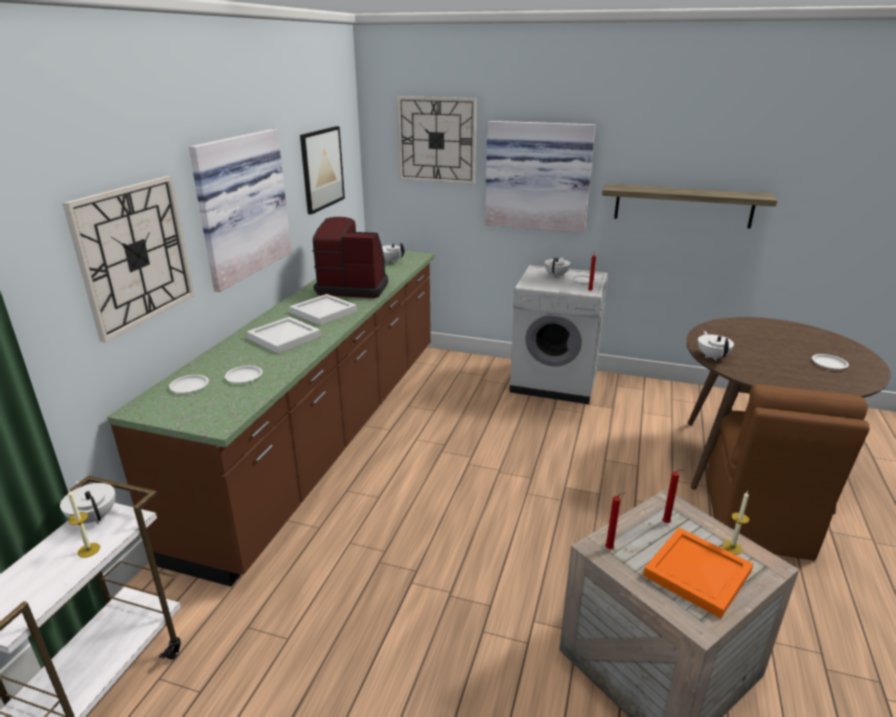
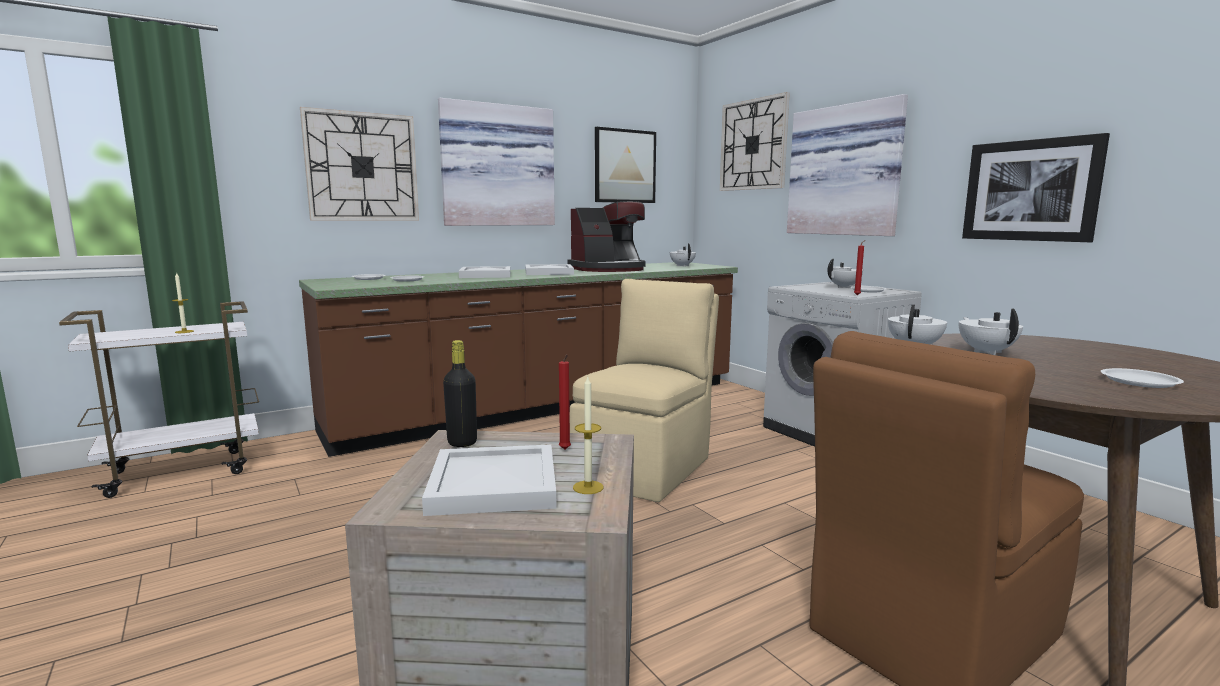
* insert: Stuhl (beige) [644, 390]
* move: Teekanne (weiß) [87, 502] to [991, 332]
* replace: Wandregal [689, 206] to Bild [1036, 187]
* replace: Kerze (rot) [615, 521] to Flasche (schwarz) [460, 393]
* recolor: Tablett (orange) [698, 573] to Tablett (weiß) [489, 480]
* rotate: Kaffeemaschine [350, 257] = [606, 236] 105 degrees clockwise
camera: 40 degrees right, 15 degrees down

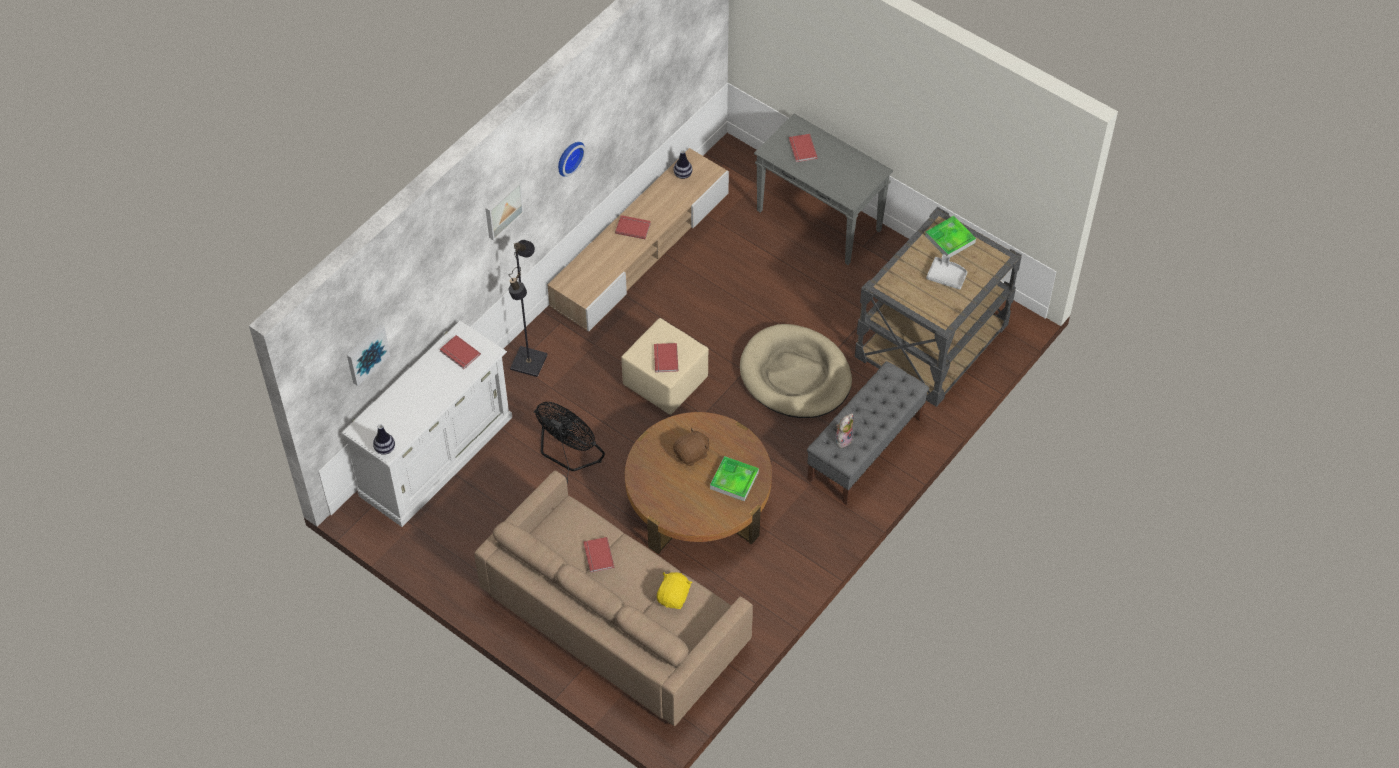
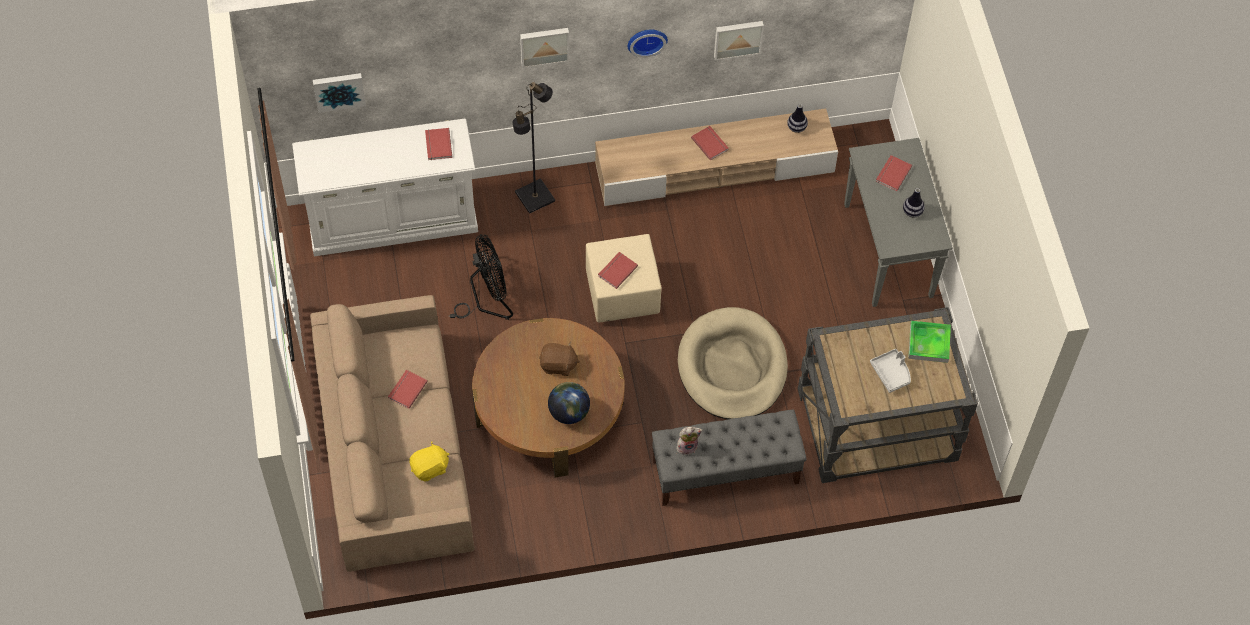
* insert: Bild [739, 40]
* move: Vase [384, 439] to [914, 203]
* replace: Tablett [734, 479] to Globus [569, 403]
camera: 40 degrees right, 5 degrees up

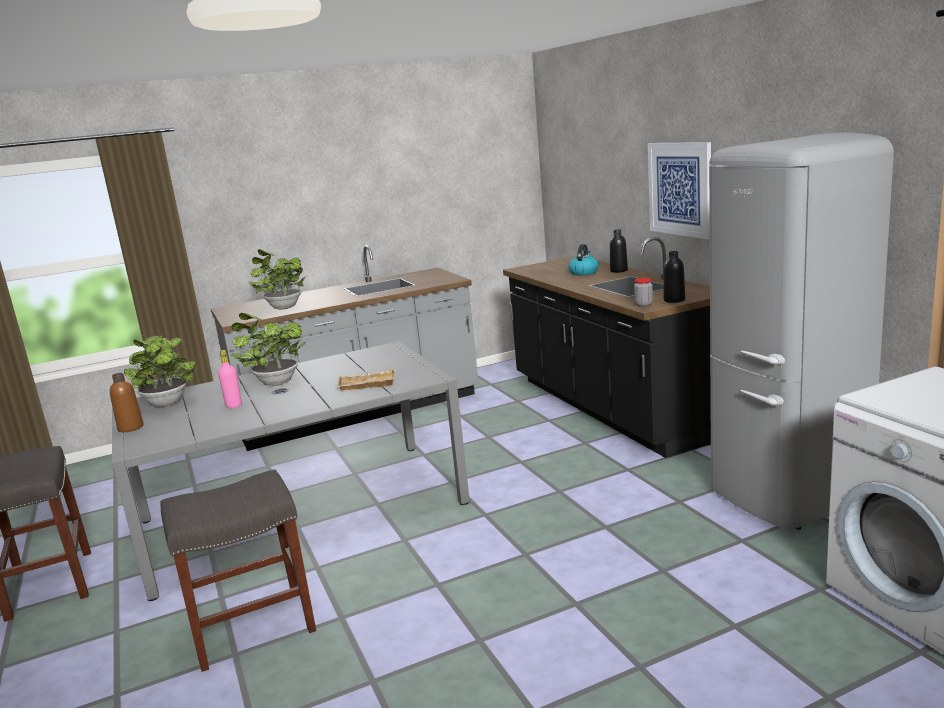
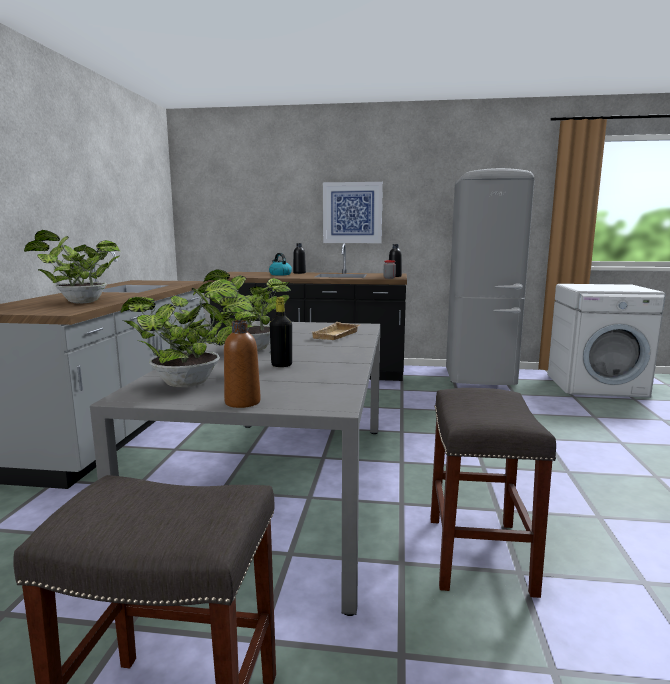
* recolor: Flasche (rosa) [230, 379] to Flasche (schwarz) [281, 332]
camera: 60 degrees left, 5 degrees down

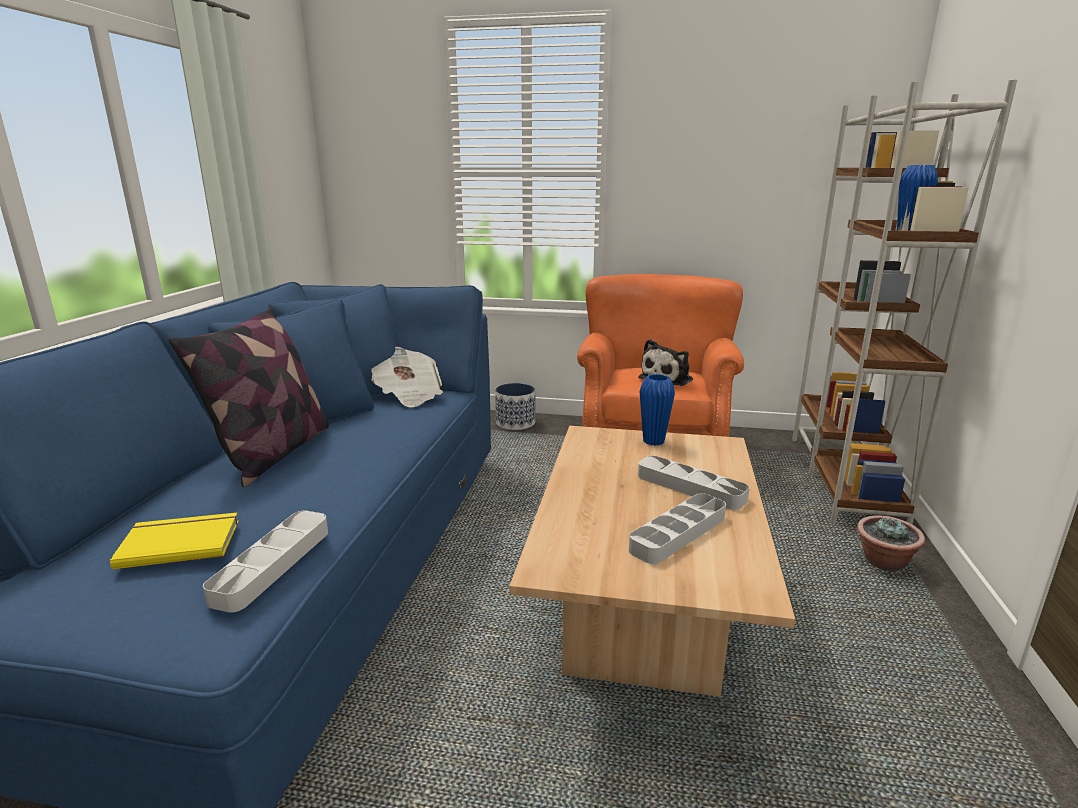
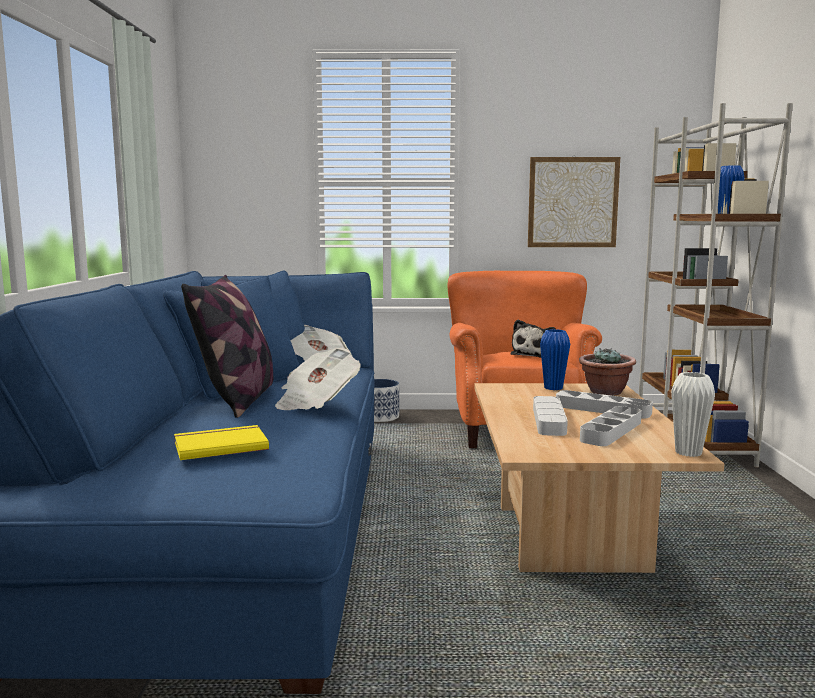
* insert: Zeitung [317, 379]
* insert: Bild [574, 202]
* insert: Vase (weiß) [693, 414]
* move: Tablett (grau) [265, 562] to [550, 416]
* move: Topfpflanze [891, 543] to [607, 372]
camera: 10 degrees left, 10 degrees down

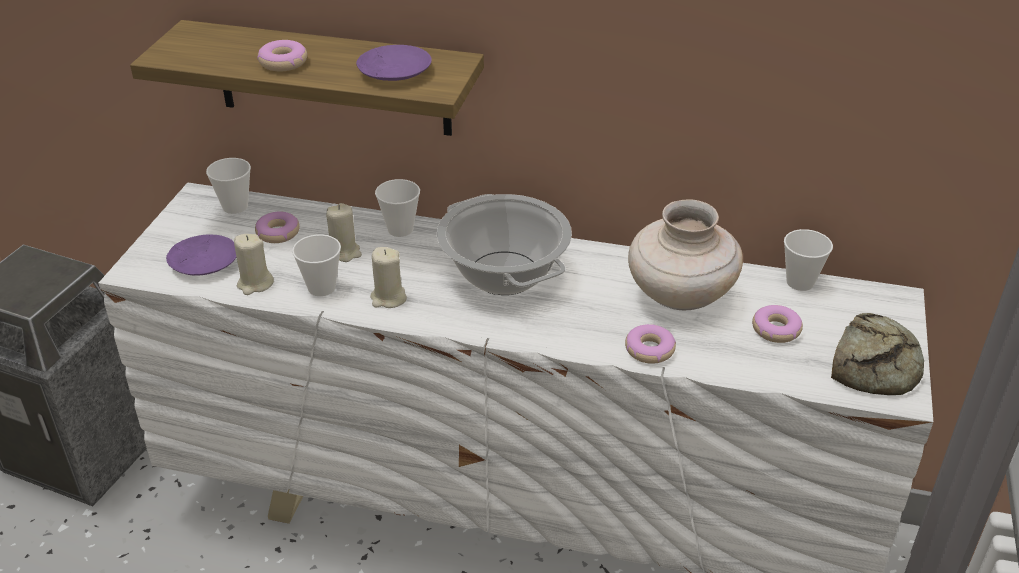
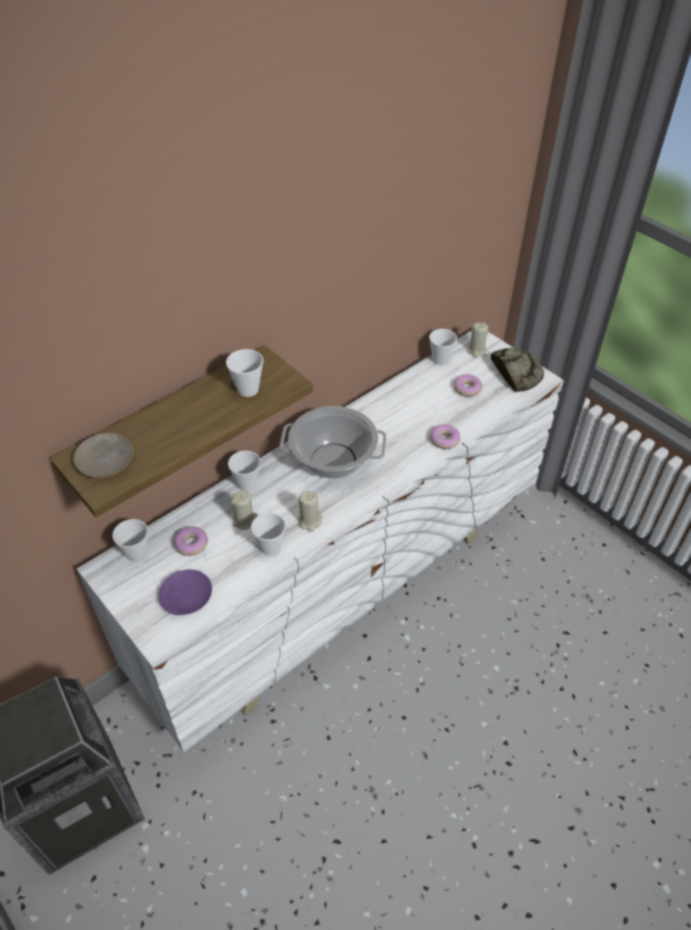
* delete: Donut [282, 56]
* delete: Vase (beige) [685, 255]
* insert: Teller (beige) [103, 455]
* move: Kerze (beige) [254, 264] to [477, 339]
* replace: Teller (lila) [394, 63] to Tasse [245, 373]
camera: 55 degrees left, 10 degrees up

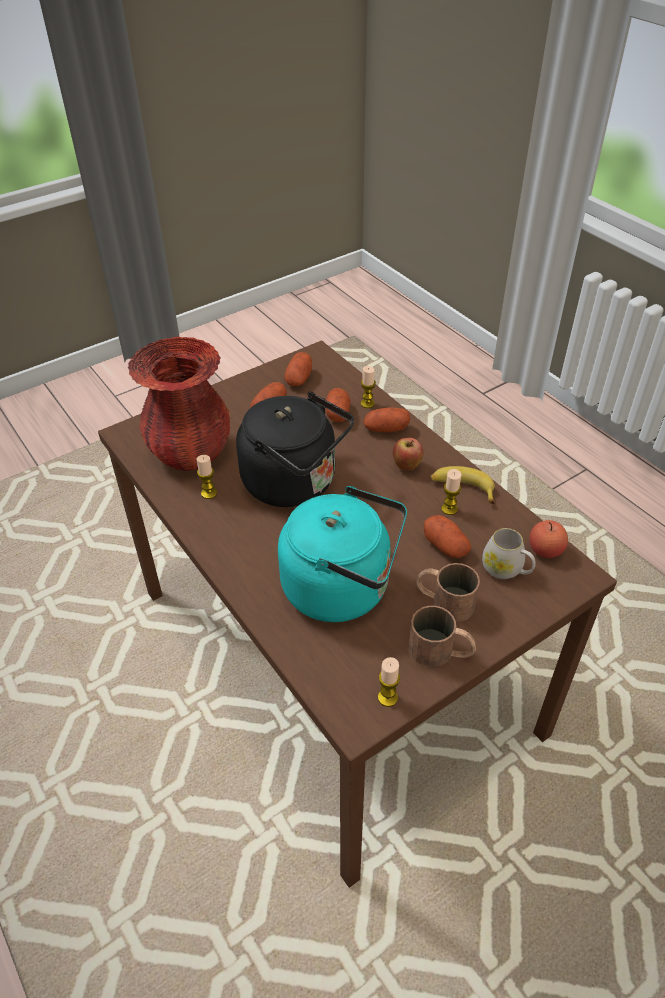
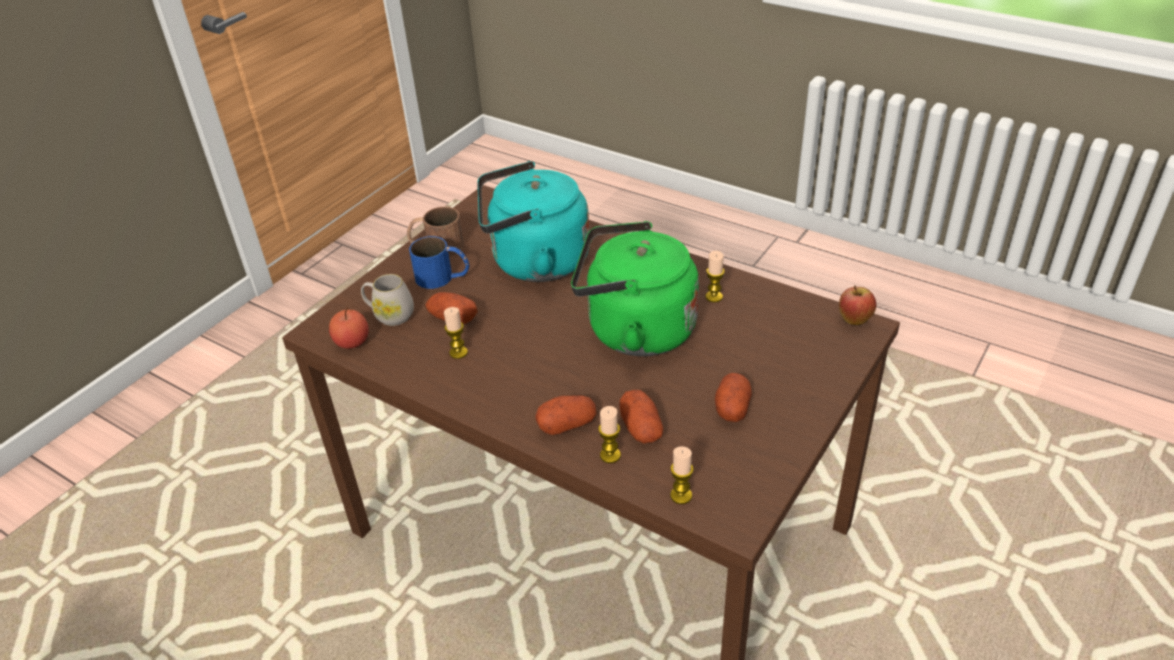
* delete: Vase (rot) [179, 404]
* delete: Kartoffel [298, 369]
* delete: Banane [462, 485]
* move: Kerze [389, 682] to [682, 475]
* move: Apfel [408, 454] to [857, 305]
* recolor: Wasserkessel (schwarz) [295, 449] to Wasserkessel (grün) [635, 288]
* recolor: Henkelbecher (braun) [448, 592] to Henkelbecher (blau) [439, 262]
camera: 160 degrees right, 5 degrees down

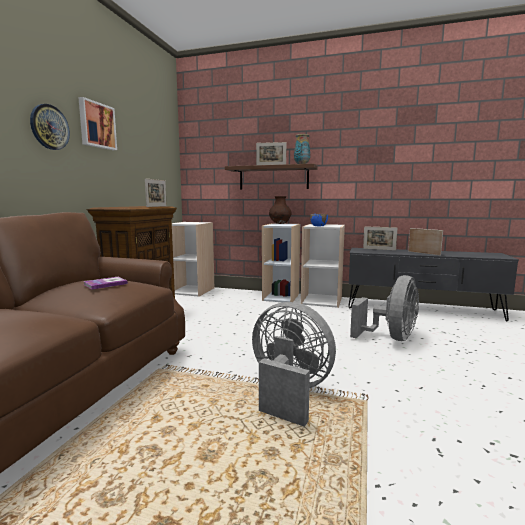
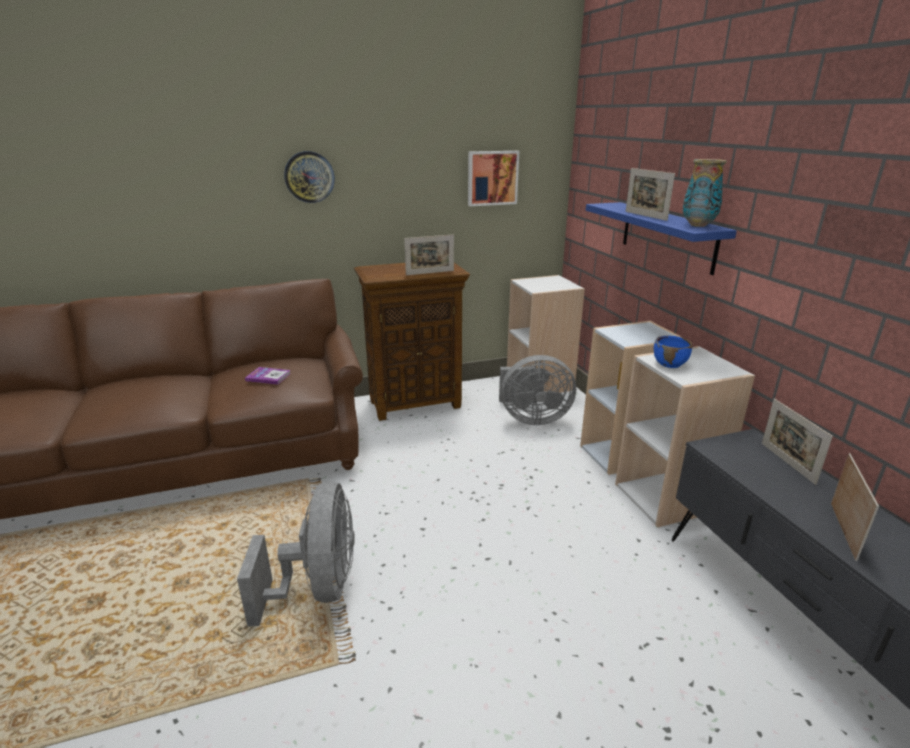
* delete: Vase (braun) [280, 210]
* move: Bild [97, 123] to [493, 178]
* move: Ventilator (grau) [384, 308] to [537, 390]
* recolor: Wandregal (braun) [271, 177] to Wandregal (blau) [661, 238]
camera: 55 degrees right, 15 degrees up

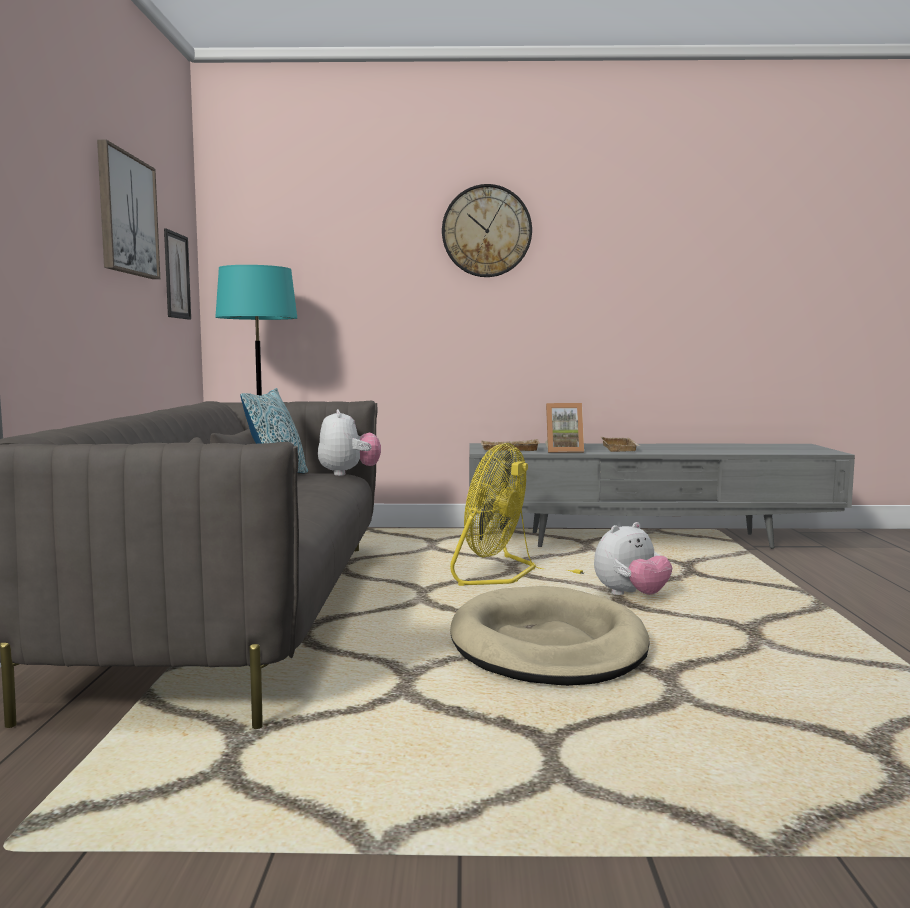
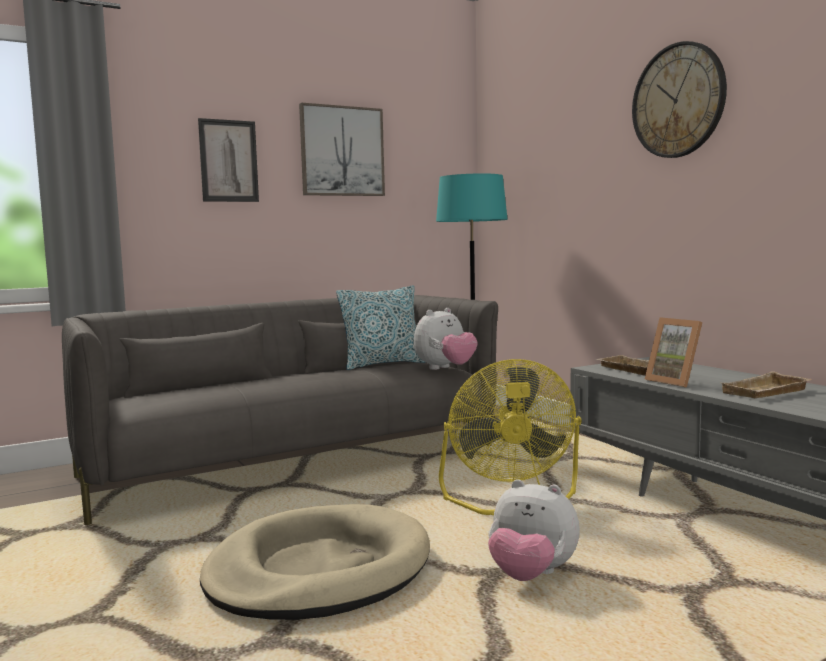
* move: Bild [177, 274] to [228, 160]
camera: 60 degrees right, 0 degrees up

